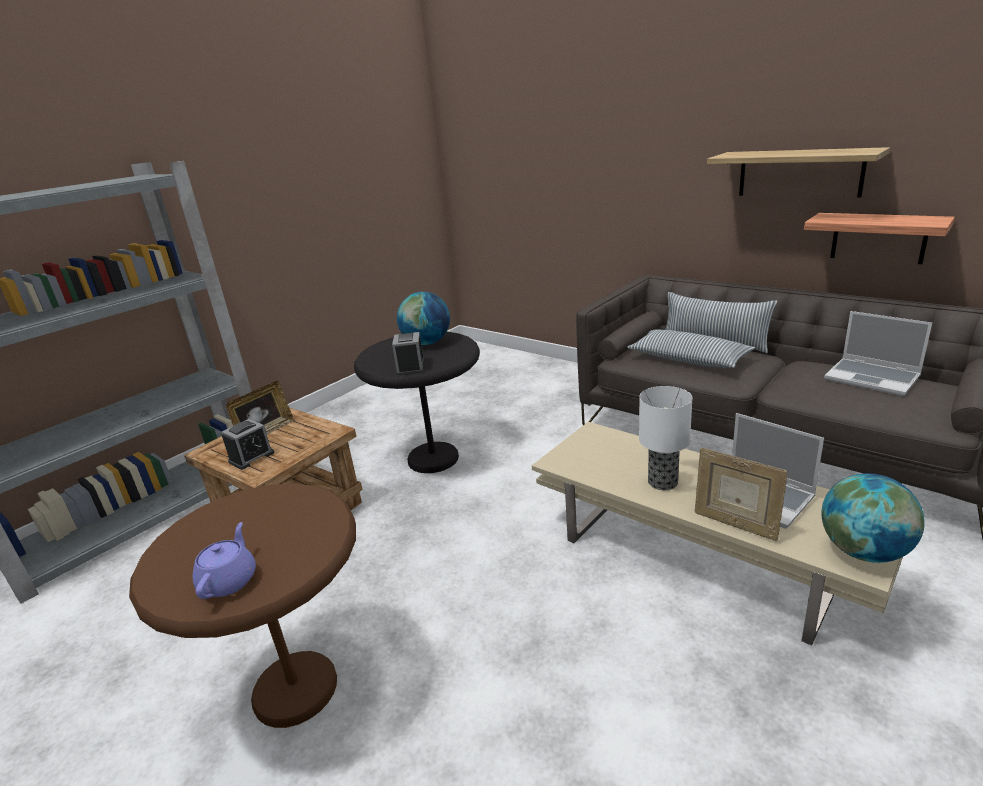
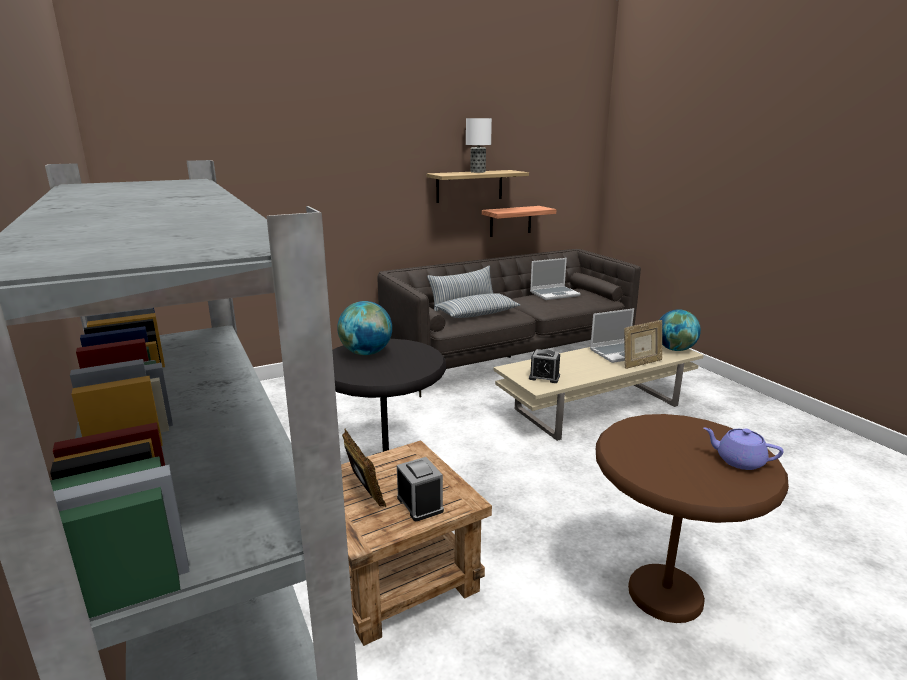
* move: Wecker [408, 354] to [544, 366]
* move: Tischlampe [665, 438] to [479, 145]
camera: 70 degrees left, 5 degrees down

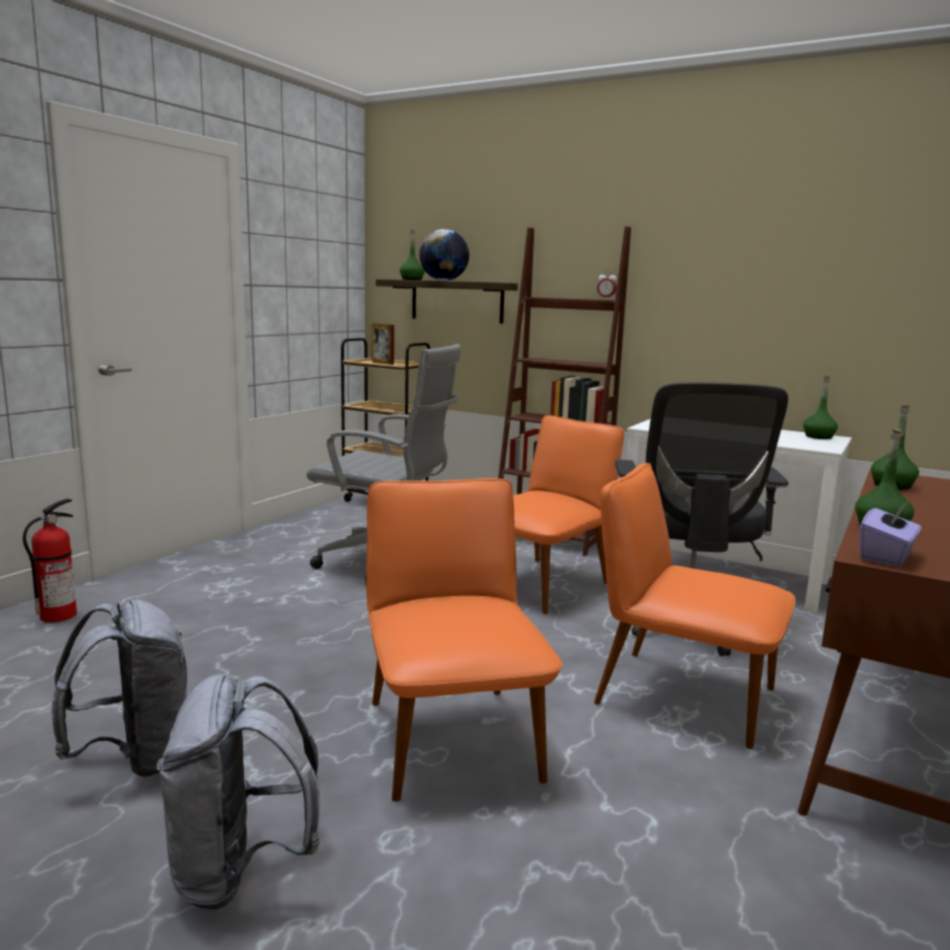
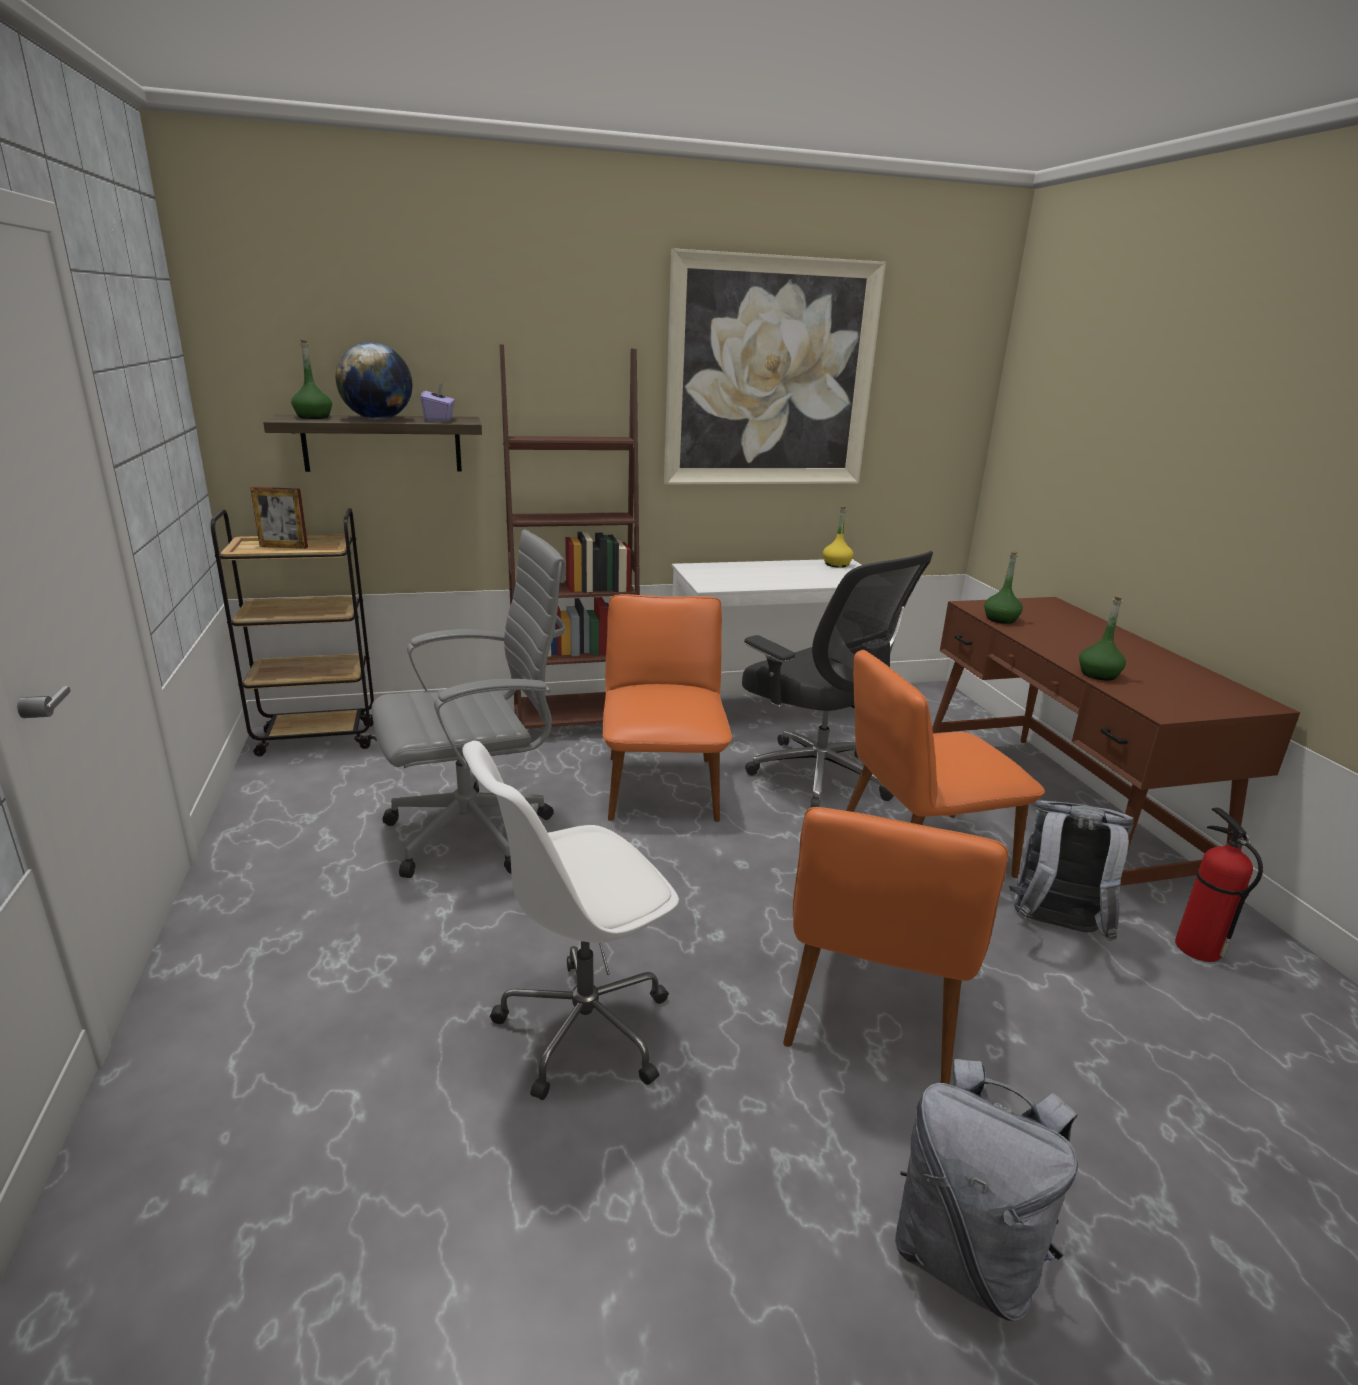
* delete: Wecker [607, 285]
* insert: Bürostuhl (weiß) [570, 920]
* insert: Bild [775, 366]
* move: Feuerlöscher [50, 560] to [1219, 884]
* move: Rucksack (grau) [119, 688] to [1071, 870]
* move: Taschentuchbox (lila) [890, 534] to [438, 402]
* recolor: Flasche (grün) [820, 407] to Flasche (gelb) [838, 537]
* rotate: Stuhl (orange) [464, 639] = [895, 946] 105 degrees counterclockwise
camera: 45 degrees left, 10 degrees up

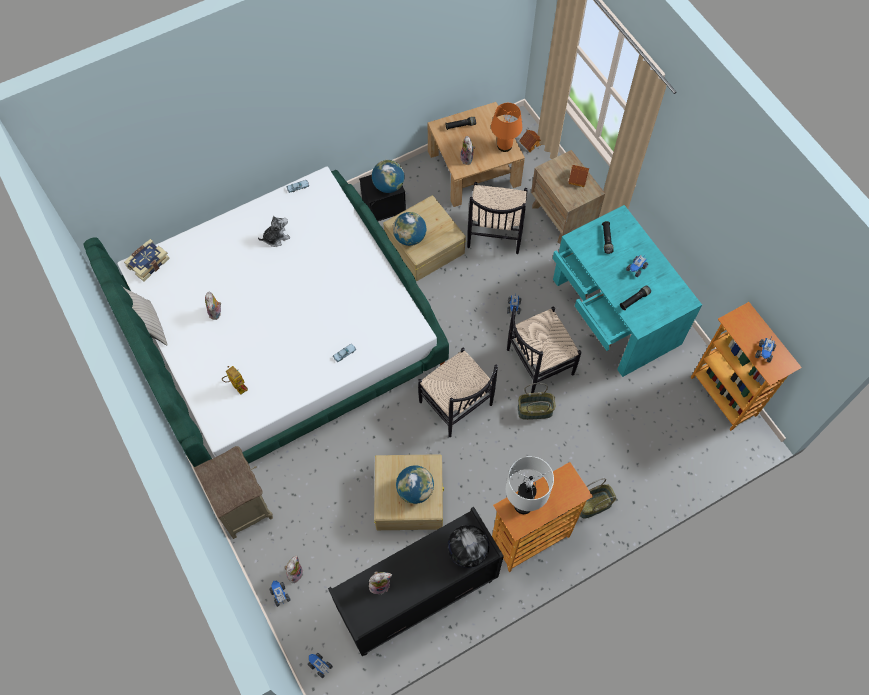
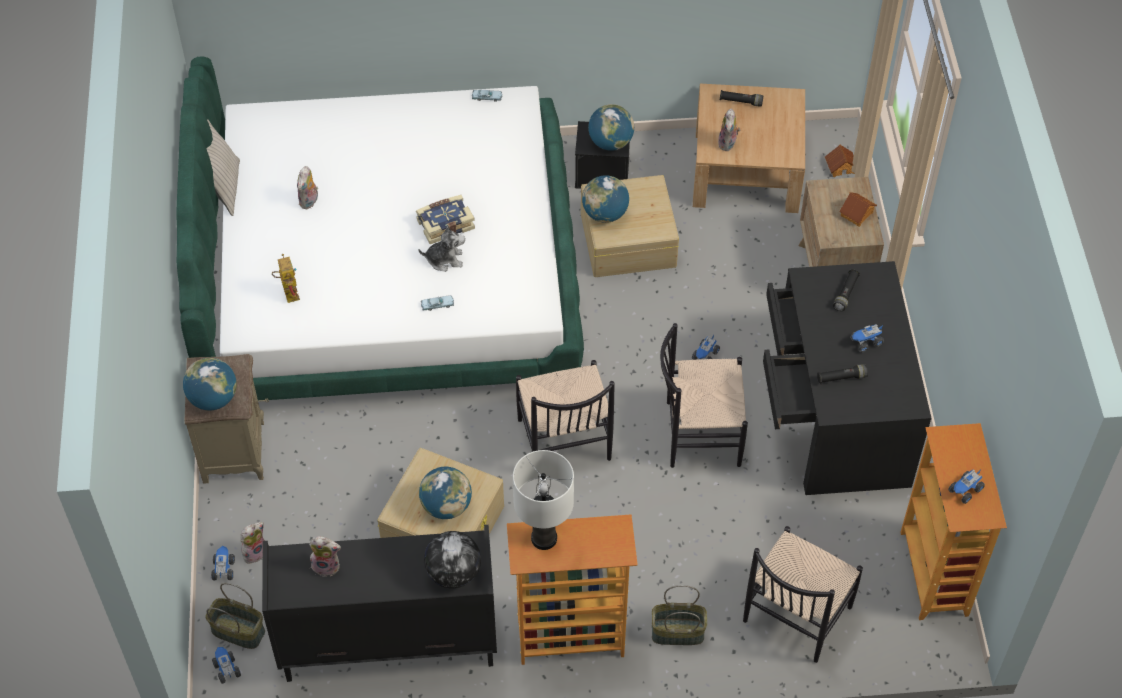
* delete: Tischlampe (orange) [506, 127]
* insert: Globus [210, 384]
* move: Buch [147, 260] to [445, 219]
* move: Plüschtier [274, 231] to [441, 249]
* move: Stuhl (schwarz) [497, 218] to [803, 594]
* move: Korb [537, 401] to [235, 616]
* recolor: Schreibtisch (türkis) [627, 291] to Schreibtisch (schwarz) [847, 378]
camera: 25 degrees right, 10 degrees down

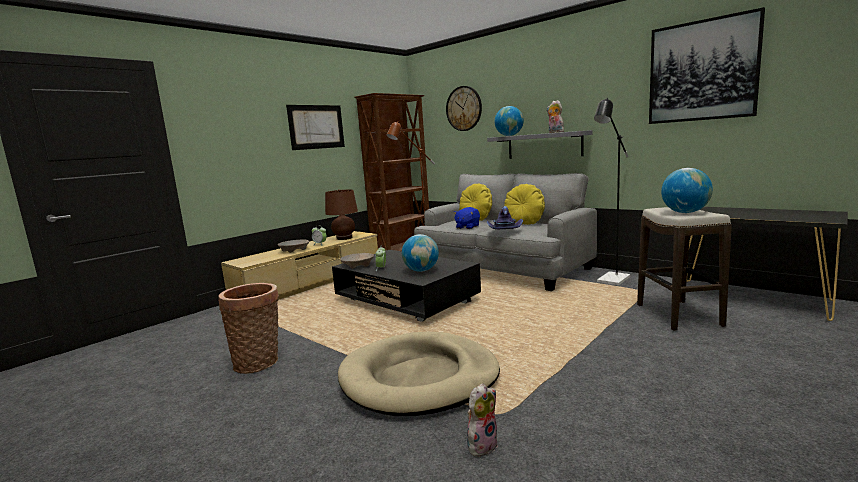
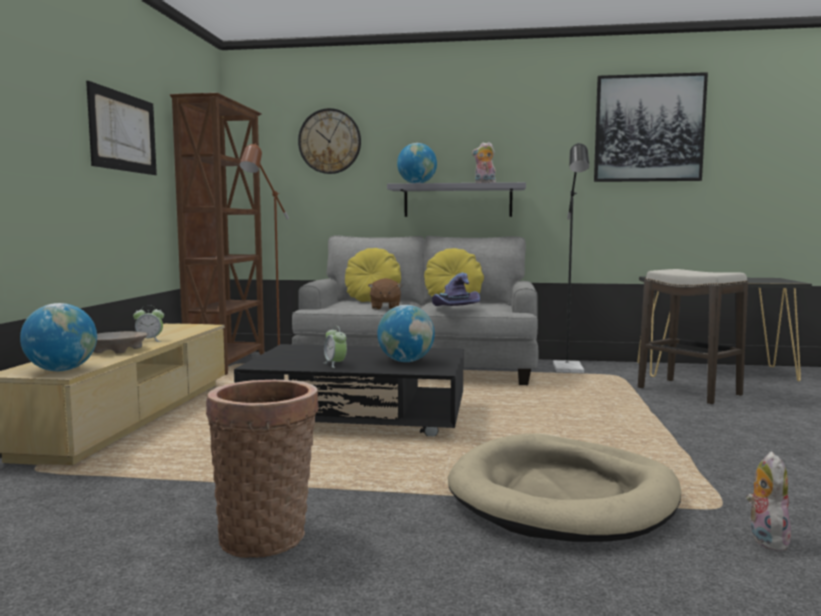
* delete: Tischlampe (braun) [341, 214]
* delete: Schüssel (beige) [357, 261]
* move: Globus [687, 190] to [58, 337]
* recolor: Plüschtier (blau) [466, 218] to Plüschtier (braun) [385, 294]
camera: 35 degrees left, 5 degrees down

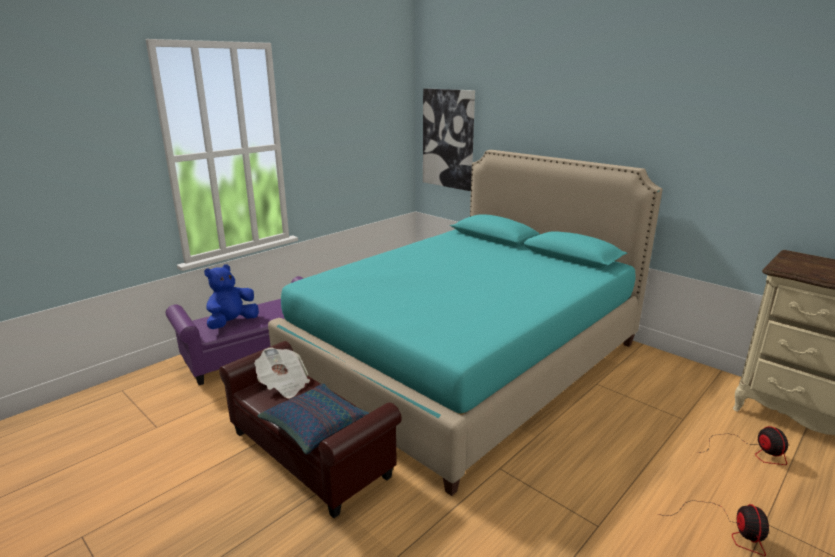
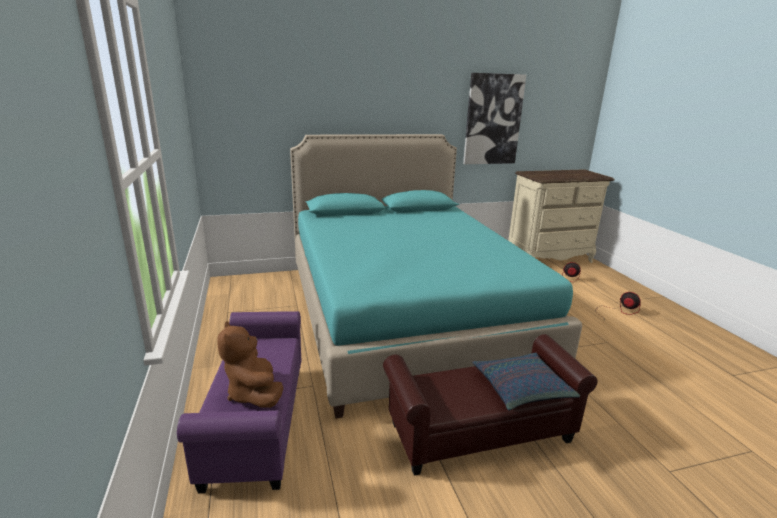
* delete: Zeitung [282, 372]
* move: Bild [449, 139] to [494, 118]
* recolor: Plüschtier (blau) [231, 297] to Plüschtier (braun) [250, 364]
camera: 60 degrees left, 0 degrees up

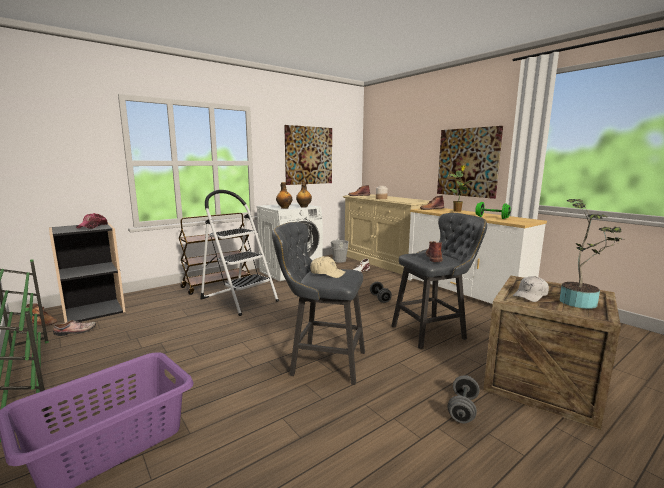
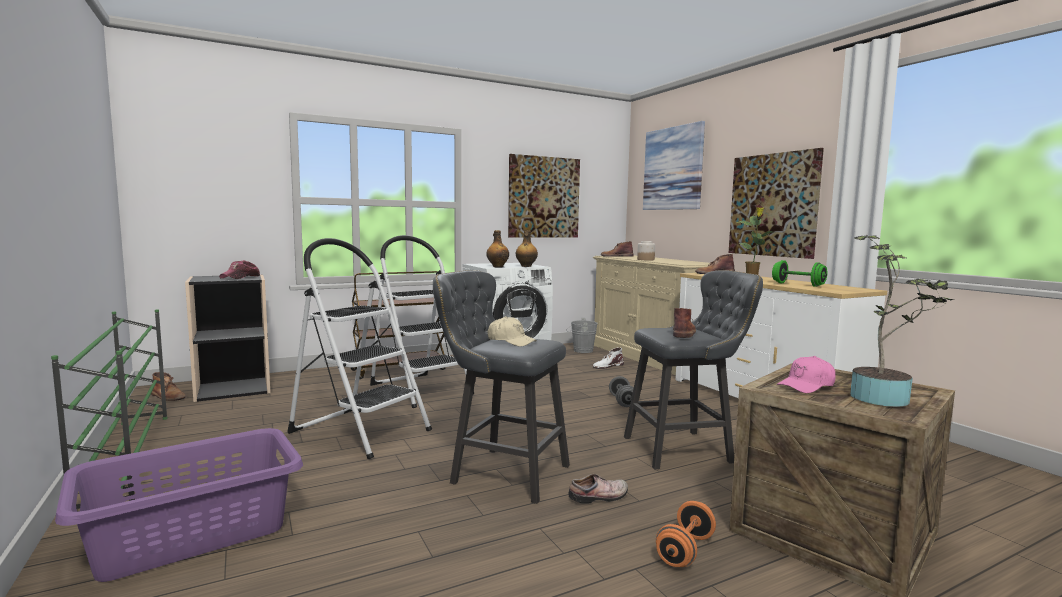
* insert: Trittleiter [360, 348]
* insert: Bild [674, 165]
* move: Schuh [74, 328] to [598, 489]
* recolor: Hantel (grau) [464, 399] to Hantel (orange) [686, 534]
* recolor: Kappe (weiß) [531, 289] to Kappe (rosa) [806, 374]
camera: 10 degrees right, 5 degrees down

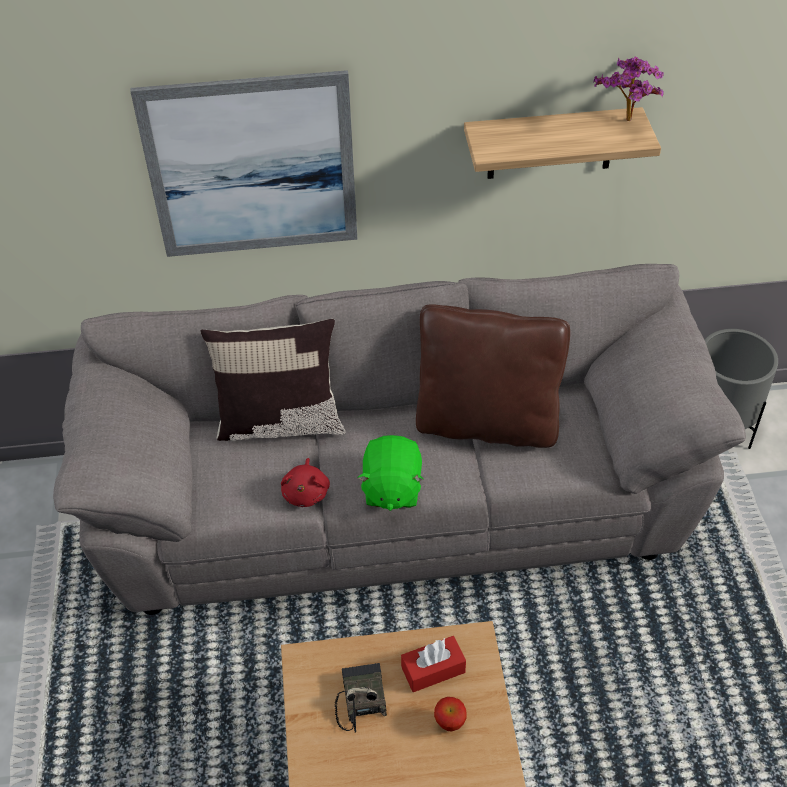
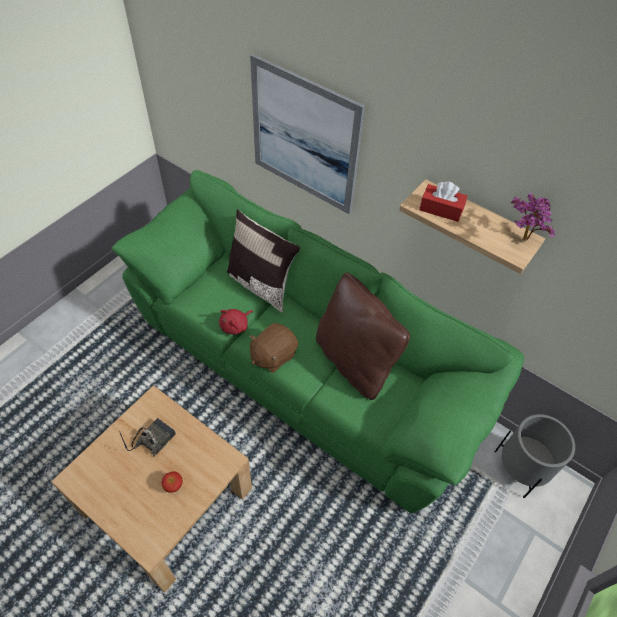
* move: Taschentuchbox (rot) [433, 664] to [443, 202]
* recolor: Sofa (grau) [399, 439] to Sofa (grün) [317, 341]
* recolor: Plüschtier (grün) [390, 473] to Plüschtier (braun) [273, 348]
camera: 40 degrees right, 5 degrees up

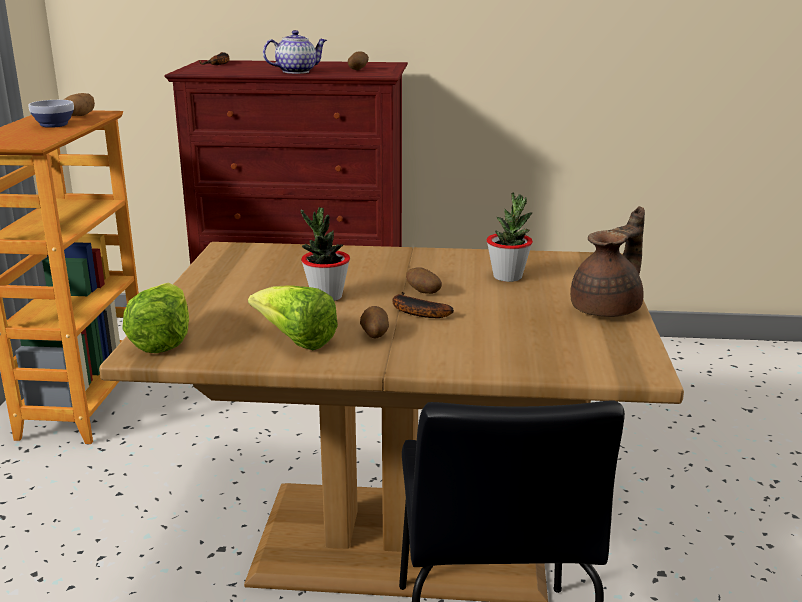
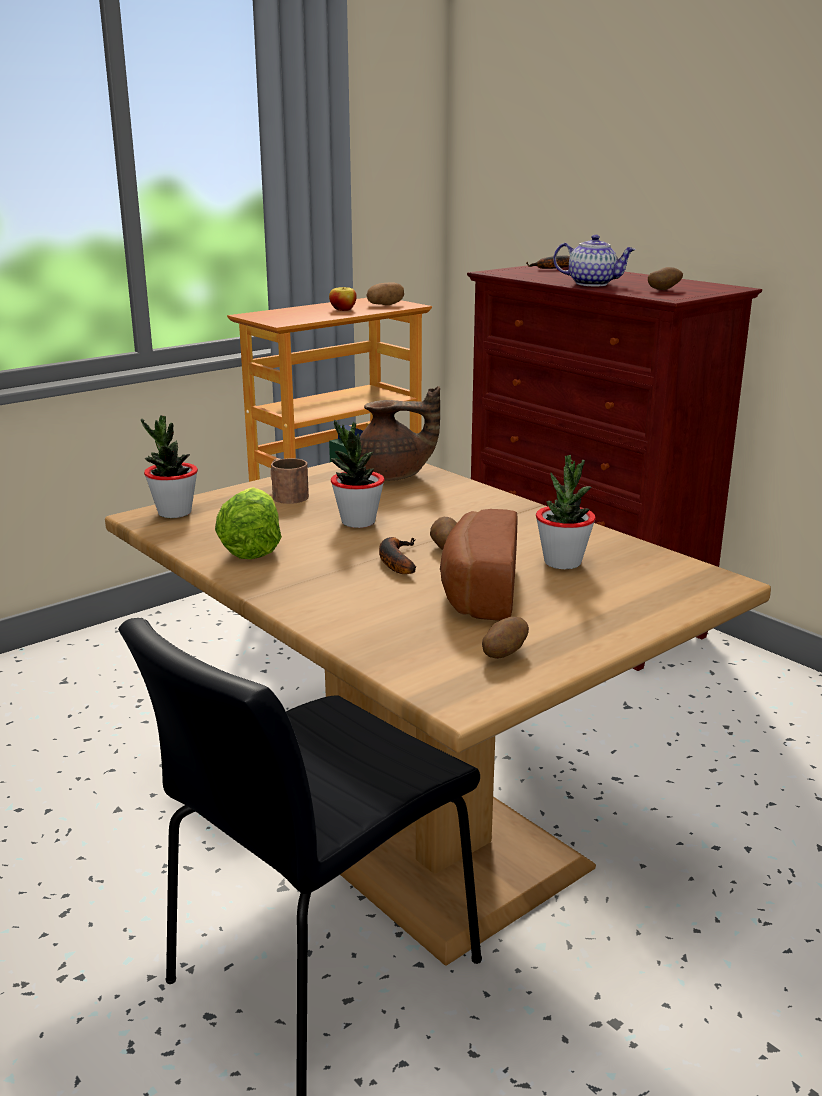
* insert: Henkelbecher (braun) [290, 481]
* insert: Brot [479, 565]
* move: Kartoffel [374, 322] to [505, 638]
* move: Teekanne (braun) [607, 261] to [400, 433]
* replace: Schüssel [51, 114] to Apfel [343, 299]
* replace: Salatkopf [155, 318] to Topfpflanze [169, 467]
camera: 45 degrees right, 0 degrees up

